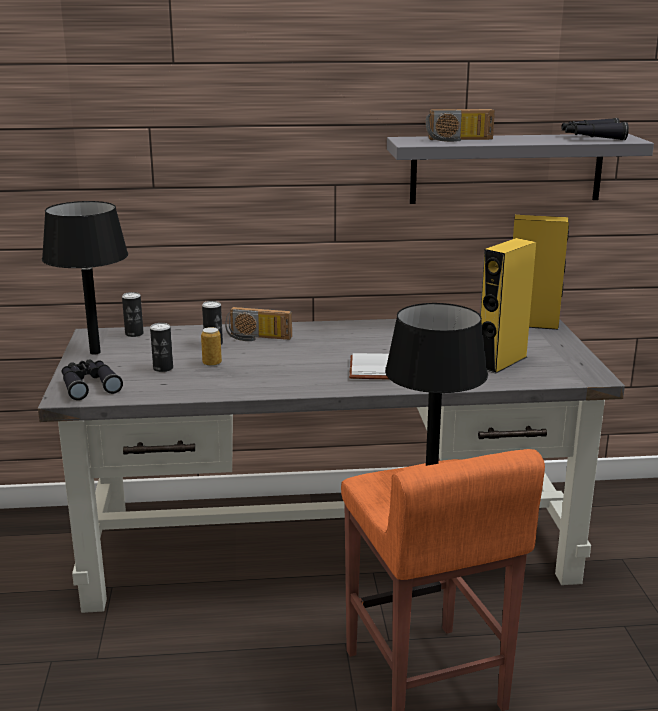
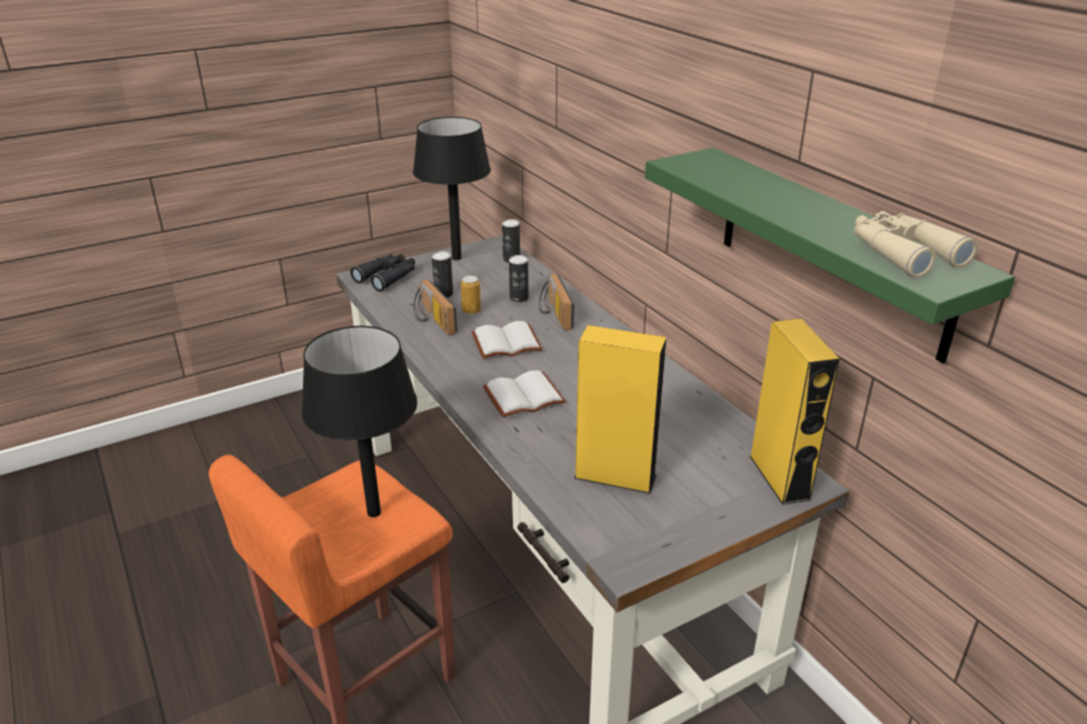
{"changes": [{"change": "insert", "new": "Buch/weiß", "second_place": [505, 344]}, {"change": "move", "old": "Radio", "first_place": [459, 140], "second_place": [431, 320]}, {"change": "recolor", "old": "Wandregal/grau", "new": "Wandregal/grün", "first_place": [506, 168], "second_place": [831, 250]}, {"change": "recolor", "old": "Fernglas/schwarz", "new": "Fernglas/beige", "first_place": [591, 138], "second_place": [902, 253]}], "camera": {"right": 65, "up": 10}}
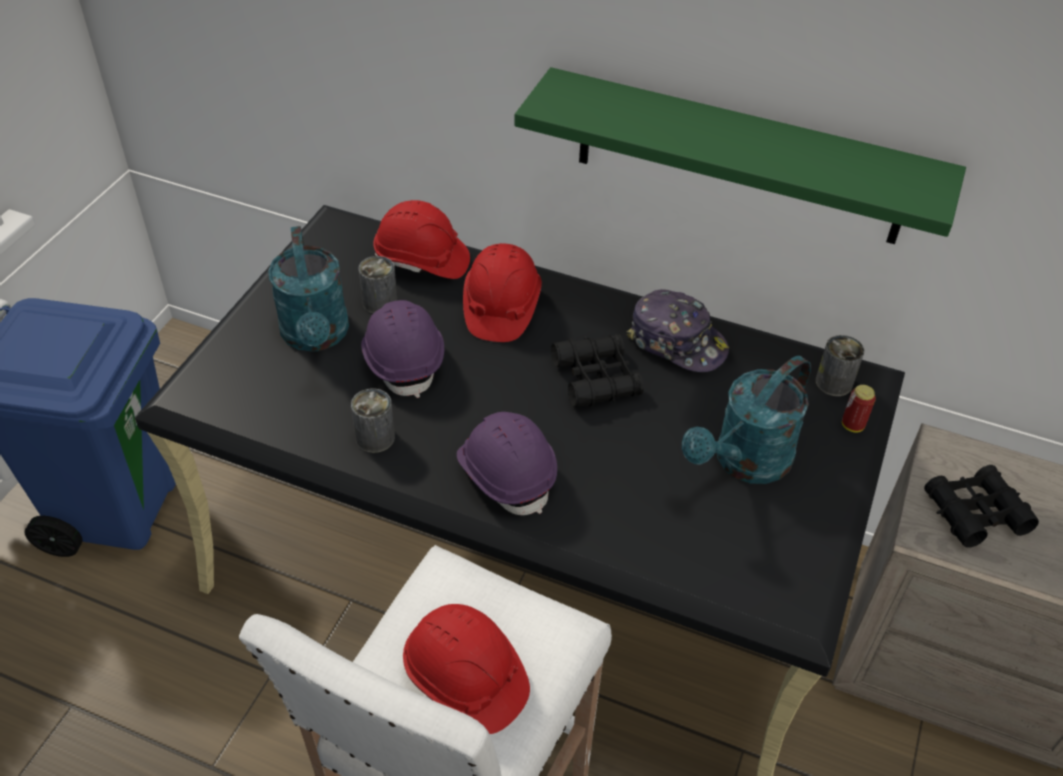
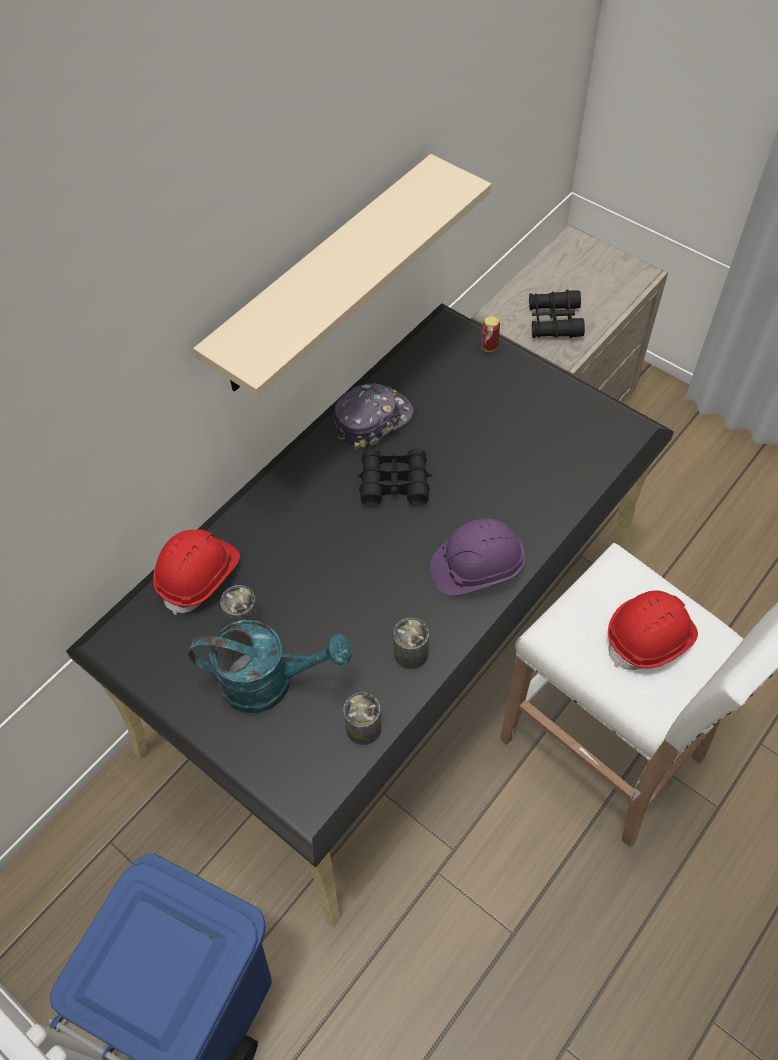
{"changes": [{"change": "delete", "old": "Schutzhelm/lila", "first_place": [404, 360]}, {"change": "delete", "old": "Schutzhelm/rot", "first_place": [501, 308]}, {"change": "delete", "old": "Gießkanne/türkis", "first_place": [744, 463]}, {"change": "move", "old": "Dose", "first_place": [834, 382], "second_place": [363, 728]}, {"change": "recolor", "old": "Wandregal/grün", "new": "Wandregal/beige", "first_place": [740, 158], "second_place": [323, 277]}], "camera": {"right": -70, "up": 10}}
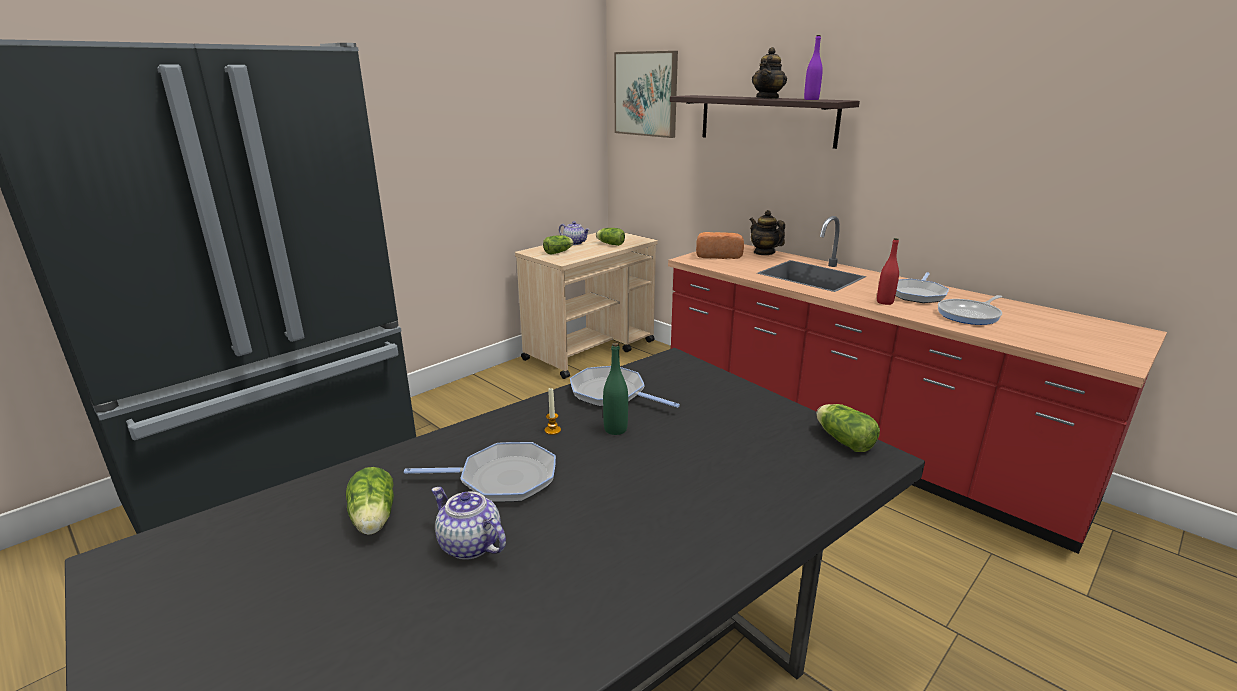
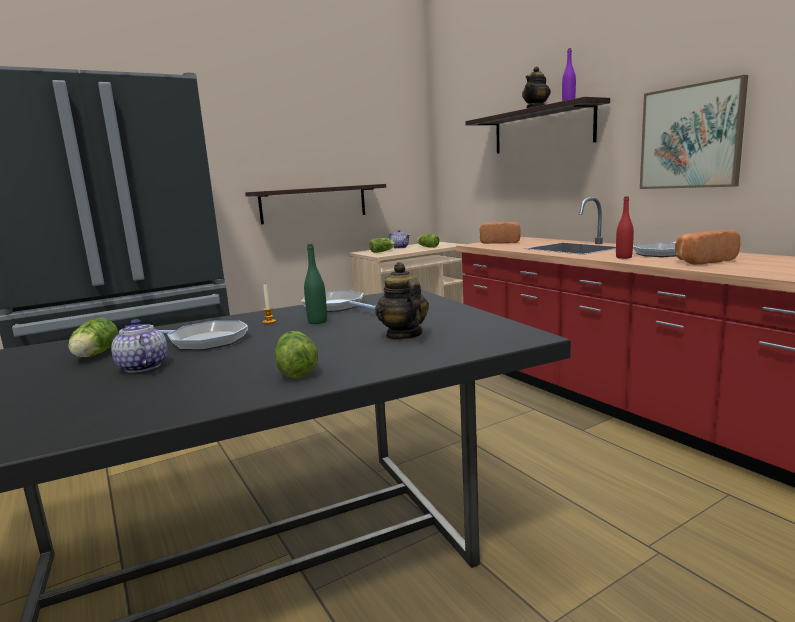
{"changes": [{"change": "insert", "new": "Wandregal", "second_place": [314, 203]}, {"change": "move", "old": "Bild", "first_place": [646, 94], "second_place": [690, 137]}, {"change": "move", "old": "Teekanne", "first_place": [764, 252], "second_place": [403, 335]}, {"change": "move", "old": "Salatkopf", "first_place": [842, 439], "second_place": [297, 369]}, {"change": "replace", "old": "Pfanne", "new": "Brot", "first_place": [970, 315], "second_place": [702, 261]}], "camera": {"right": 15, "up": -10}}
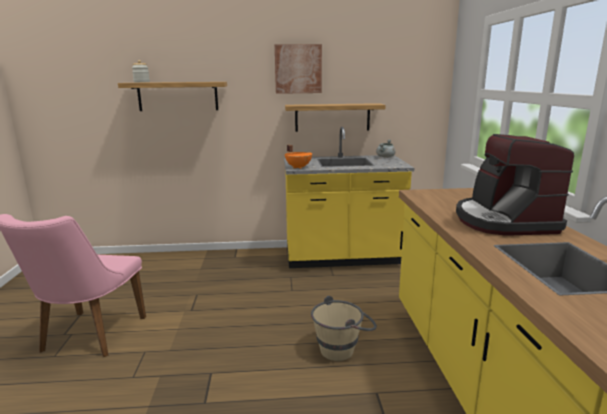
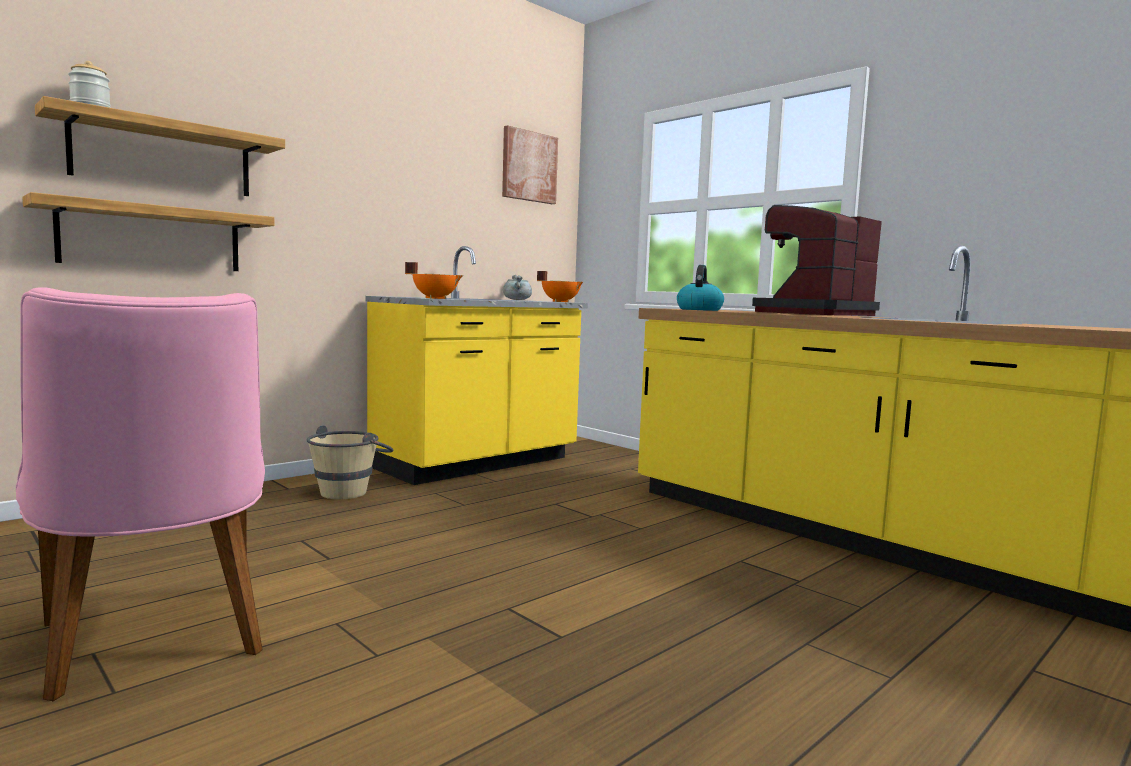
{"changes": [{"change": "insert", "new": "Kochtopf/orange", "second_place": [561, 301]}, {"change": "insert", "new": "Wasserkessel", "second_place": [699, 309]}, {"change": "move", "old": "Bild", "first_place": [298, 69], "second_place": [529, 166]}, {"change": "move", "old": "Wandregal", "first_place": [332, 117], "second_place": [152, 238]}, {"change": "move", "old": "Eimer/beige", "first_place": [343, 348], "second_place": [350, 490]}, {"change": "rotate", "old": "Kaffeemaschine", "first_place": [503, 221], "second_place": [811, 314], "degrees": 90}], "camera": {"right": -40, "up": -10}}
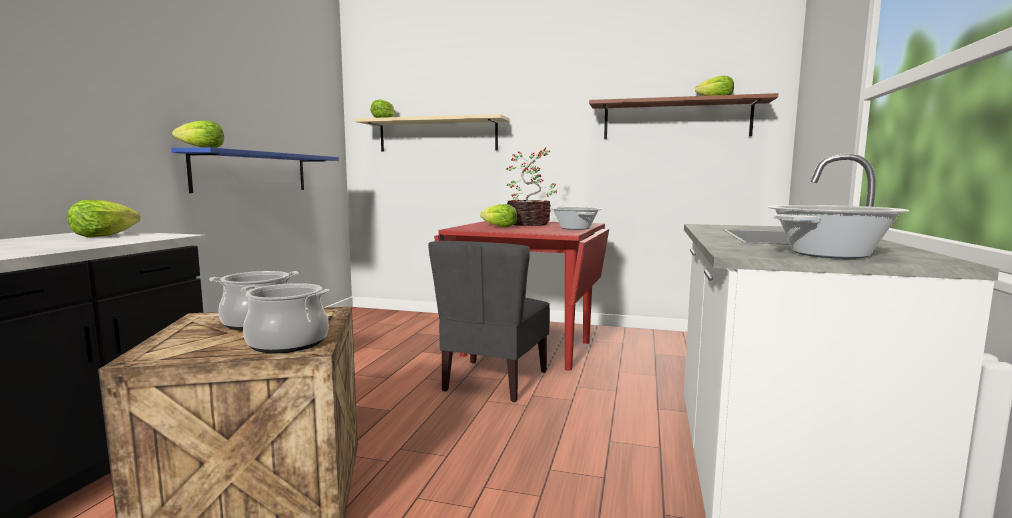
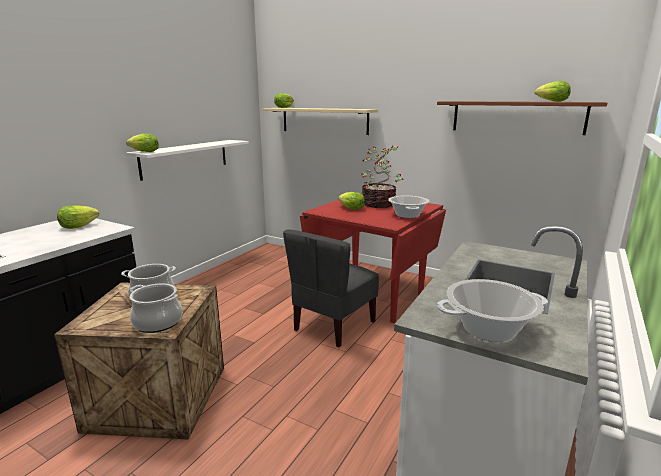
{"changes": [{"change": "recolor", "old": "Wandregal/blau", "new": "Wandregal/weiß", "first_place": [253, 172], "second_place": [185, 158]}], "camera": {"right": 15, "up": 10}}
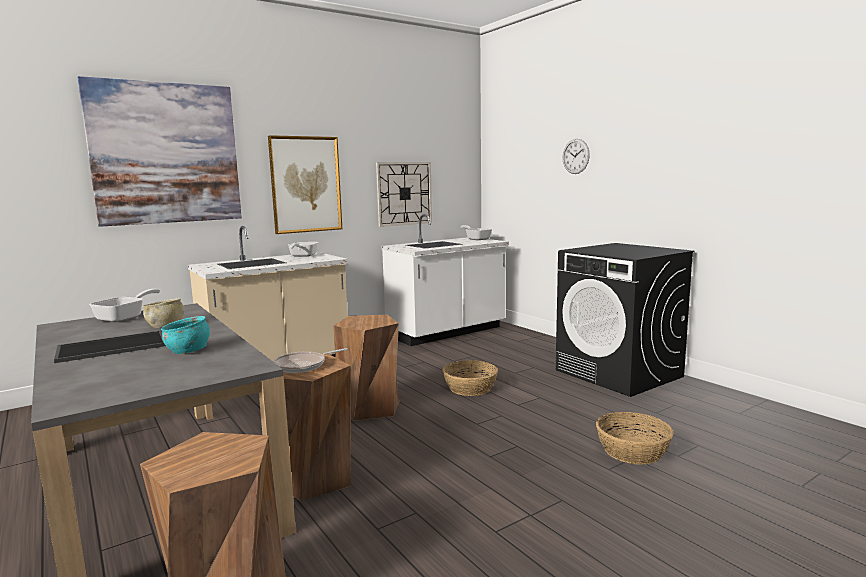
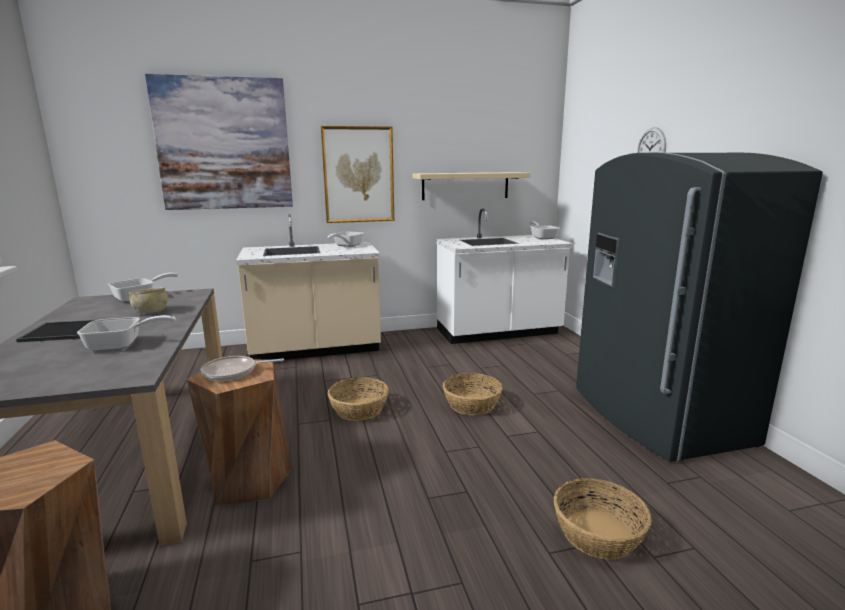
{"changes": [{"change": "replace", "old": "Schüssel/türkis", "new": "Pfanne", "first_place": [188, 350], "second_place": [121, 345]}, {"change": "replace", "old": "Hocker/braun", "new": "Korb", "first_place": [370, 408], "second_place": [359, 409]}, {"change": "replace", "old": "Wanduhr", "new": "Wandregal/beige", "first_place": [404, 193], "second_place": [465, 186]}, {"change": "replace", "old": "Waschmaschine/schwarz", "new": "Kühlschrank/grau", "first_place": [619, 373], "second_place": [656, 417]}], "camera": {"right": 20, "up": 5}}
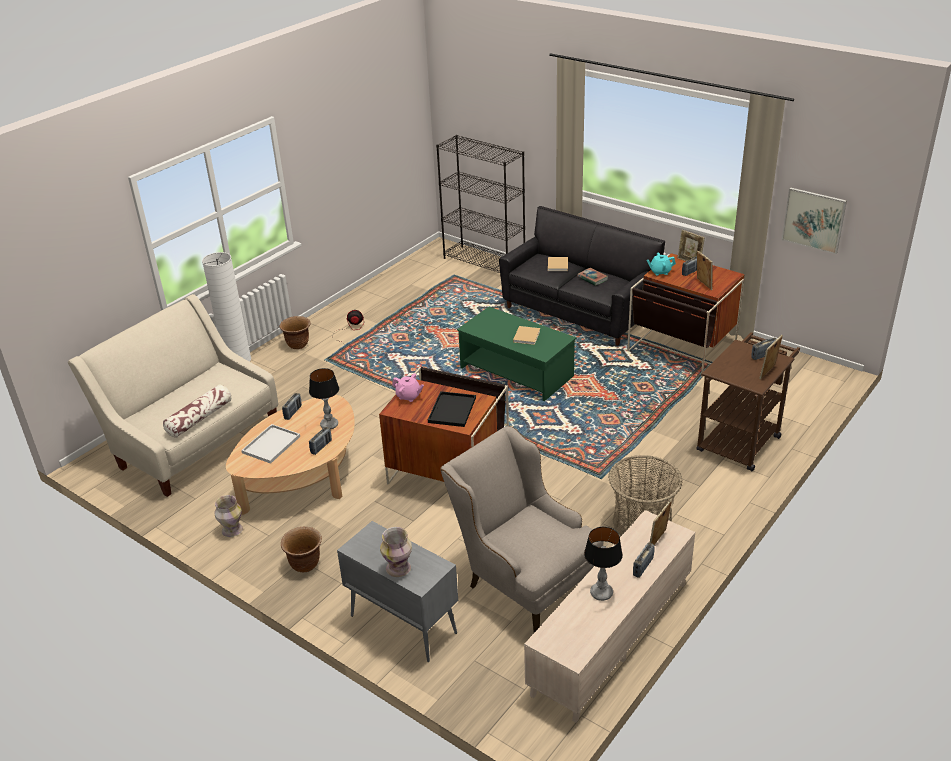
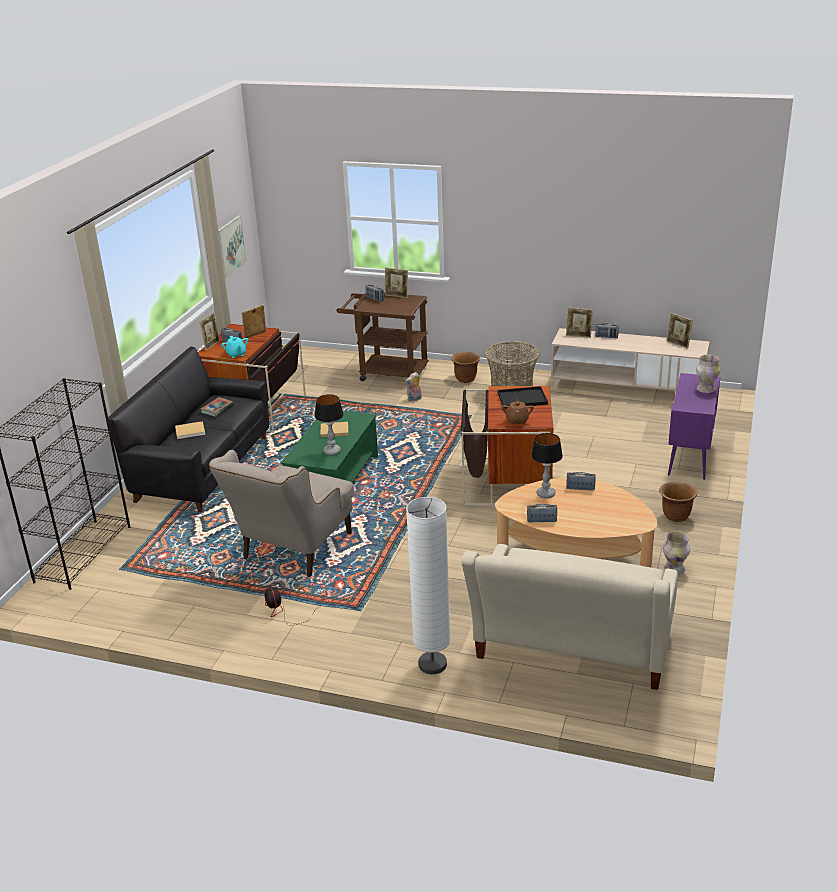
{"changes": [{"change": "delete", "old": "Kissen", "first_place": [199, 418]}, {"change": "delete", "old": "Tablett/weiß", "first_place": [271, 445]}, {"change": "insert", "new": "Plüschtier", "second_place": [414, 399]}, {"change": "insert", "new": "Bilderrahmen", "second_place": [678, 344]}, {"change": "move", "old": "Pflanzkübel/braun", "first_place": [298, 344], "second_place": [465, 379]}, {"change": "move", "old": "Sessel/beige", "first_place": [523, 580], "second_place": [291, 552]}, {"change": "move", "old": "Tischlampe", "first_place": [601, 593], "second_place": [332, 451]}, {"change": "recolor", "old": "Schrank/grau", "new": "Schrank/lila", "first_place": [402, 624], "second_place": [690, 458]}, {"change": "recolor", "old": "Teekanne/rosa", "new": "Teekanne/braun", "first_place": [408, 396], "second_place": [517, 421]}], "camera": {"right": -110, "up": -5}}
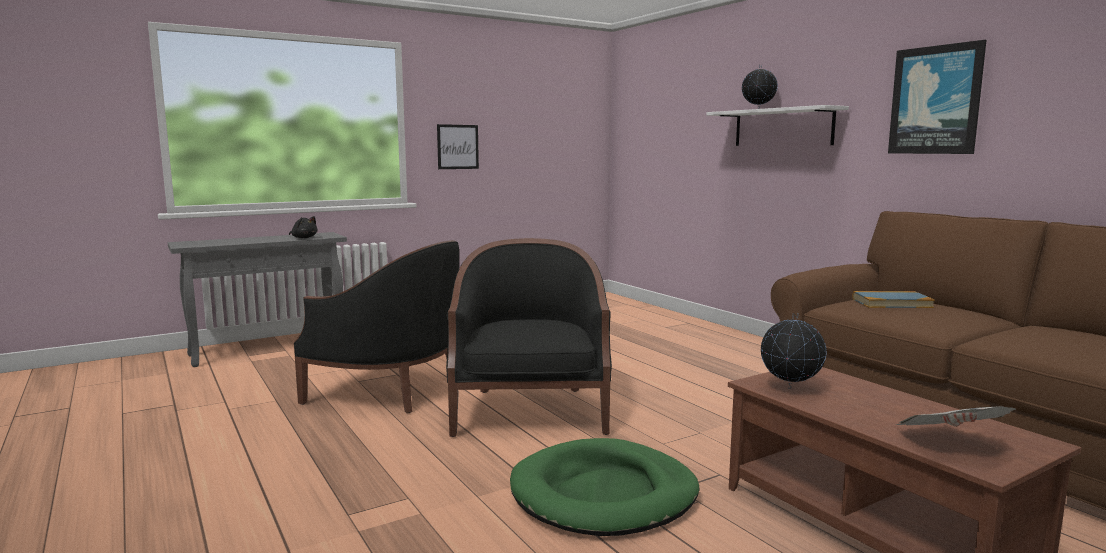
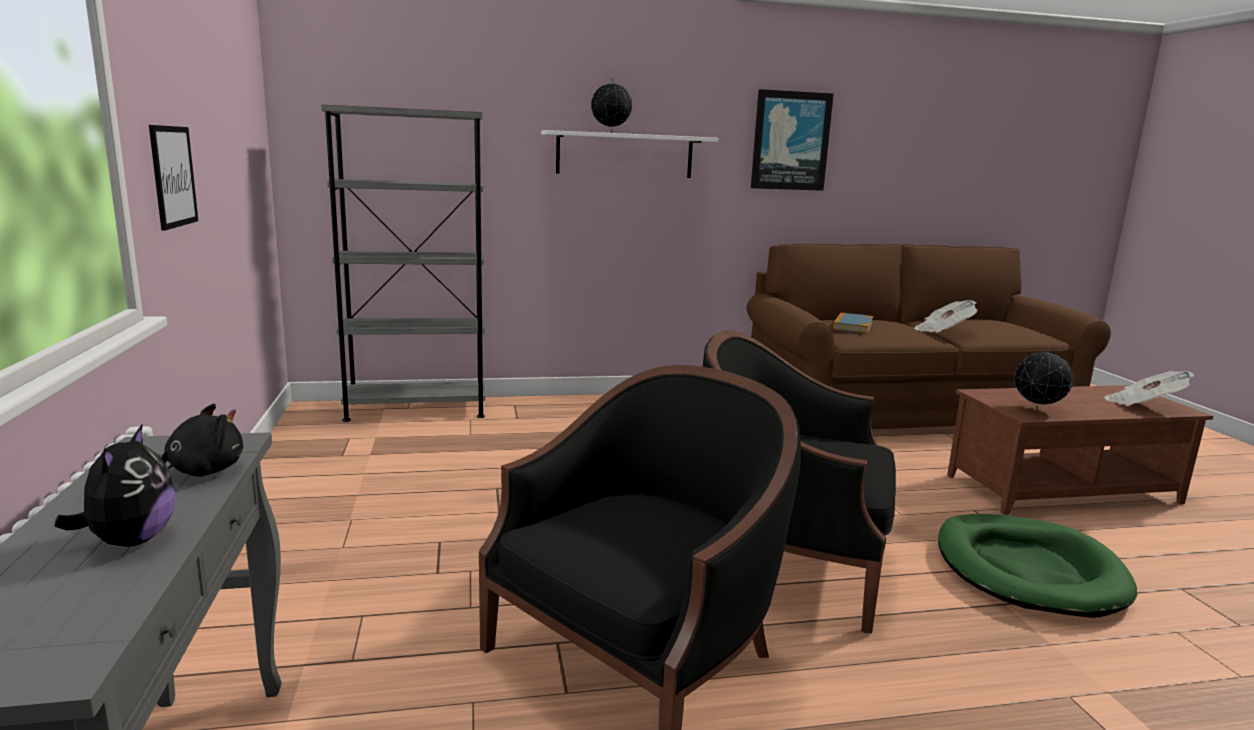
{"changes": [{"change": "insert", "new": "Plüschtier", "second_place": [130, 541]}, {"change": "insert", "new": "Bücherregal/grau", "second_place": [416, 409]}, {"change": "insert", "new": "Zeitung", "second_place": [943, 331]}], "camera": {"right": -70, "up": 5}}
